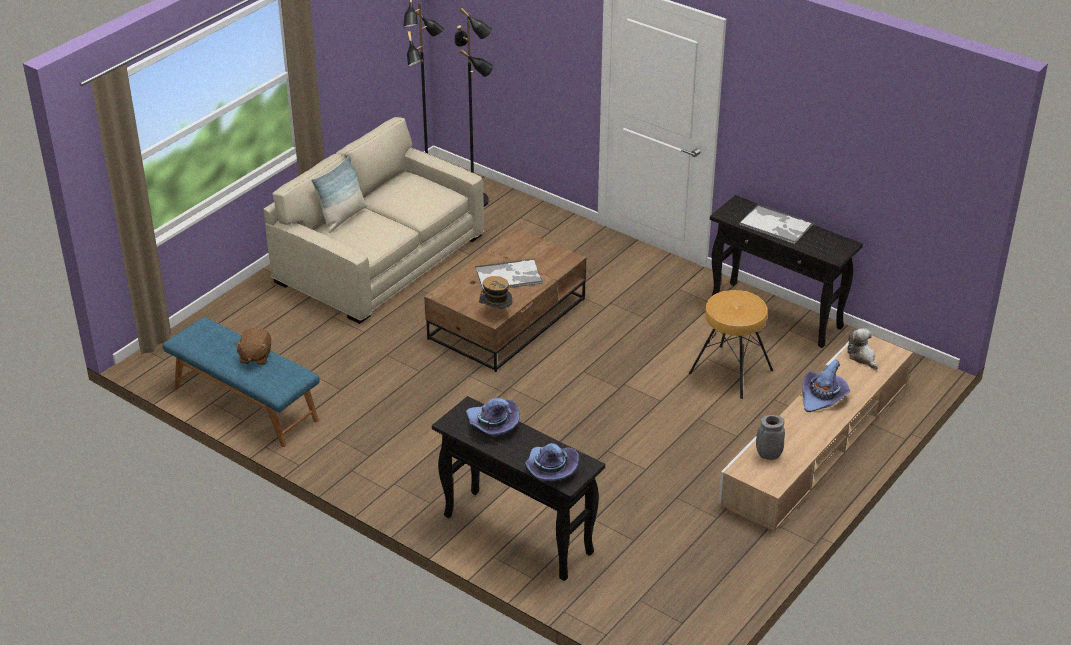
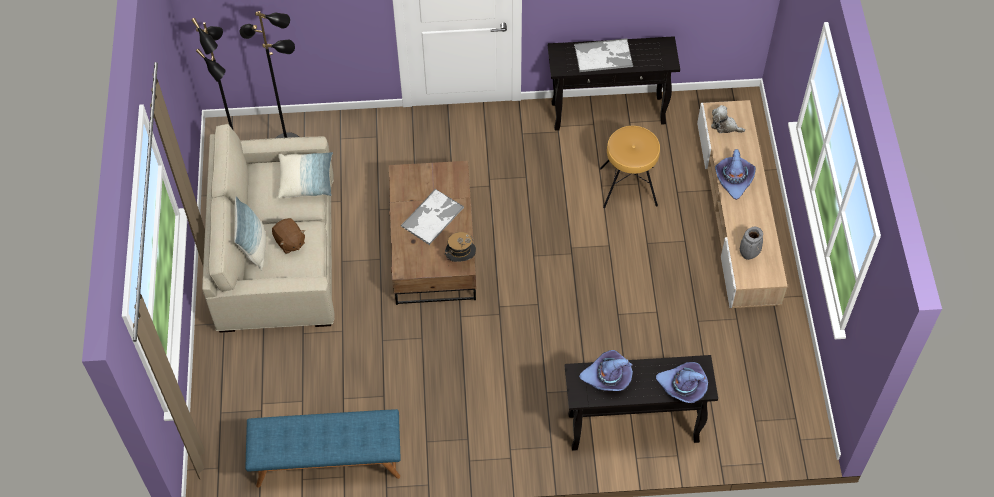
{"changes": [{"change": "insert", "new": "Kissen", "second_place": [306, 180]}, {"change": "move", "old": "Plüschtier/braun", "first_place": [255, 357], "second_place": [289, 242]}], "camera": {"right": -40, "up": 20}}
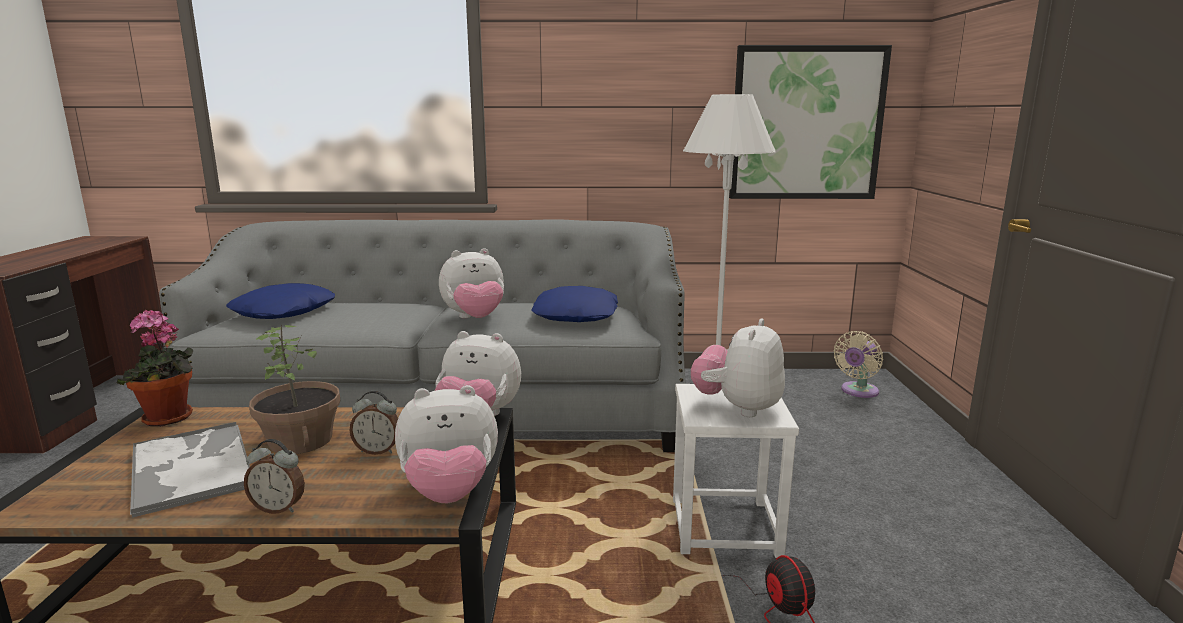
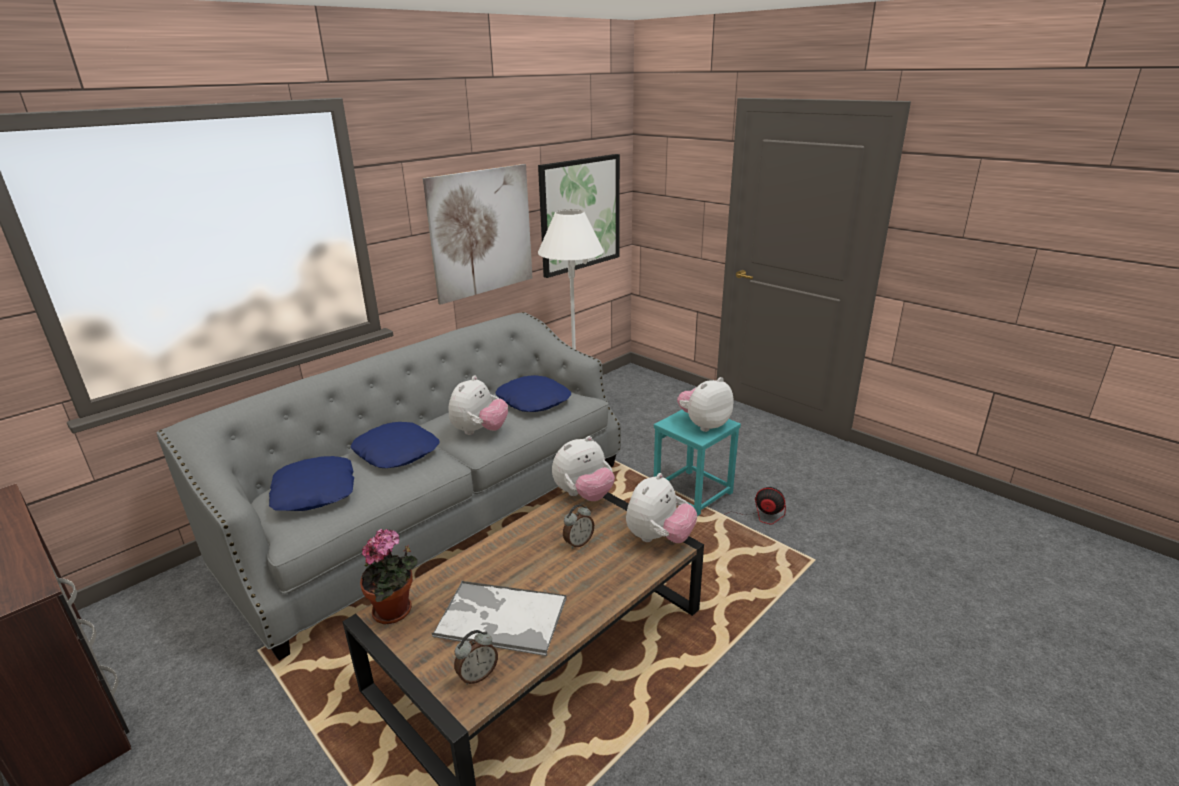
{"changes": [{"change": "delete", "old": "Topfpflanze", "first_place": [301, 440]}, {"change": "delete", "old": "Ventilator/beige", "first_place": [857, 391]}, {"change": "insert", "new": "Kissen/blau", "second_place": [397, 452]}, {"change": "insert", "new": "Bild", "second_place": [481, 232]}, {"change": "move", "old": "Wecker", "first_place": [279, 508], "second_place": [477, 675]}, {"change": "recolor", "old": "Hocker/weiß", "new": "Hocker/türkis", "first_place": [724, 528], "second_place": [693, 493]}, {"change": "rotate", "old": "Plüschtier", "first_place": [738, 408], "second_place": [703, 425], "degrees": 75}], "camera": {"right": -45, "up": 10}}
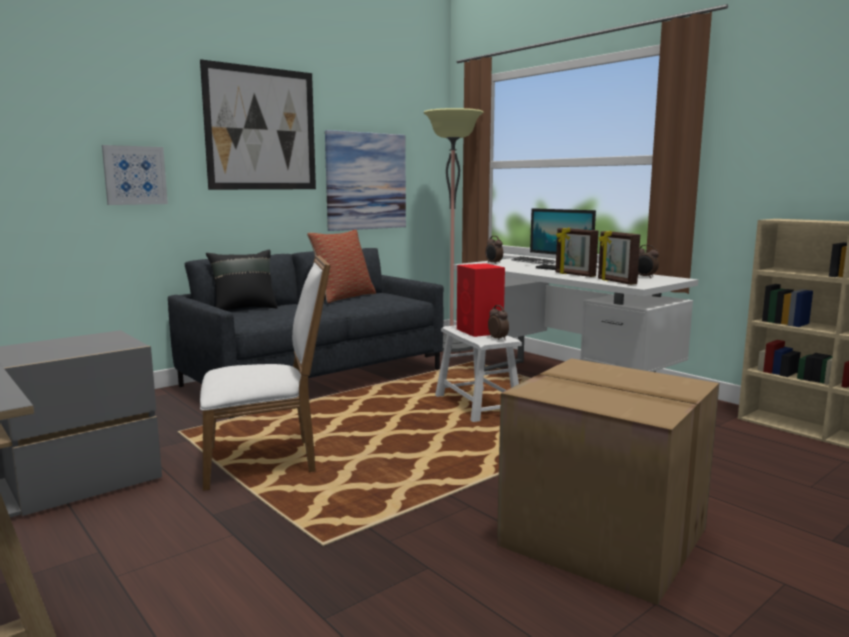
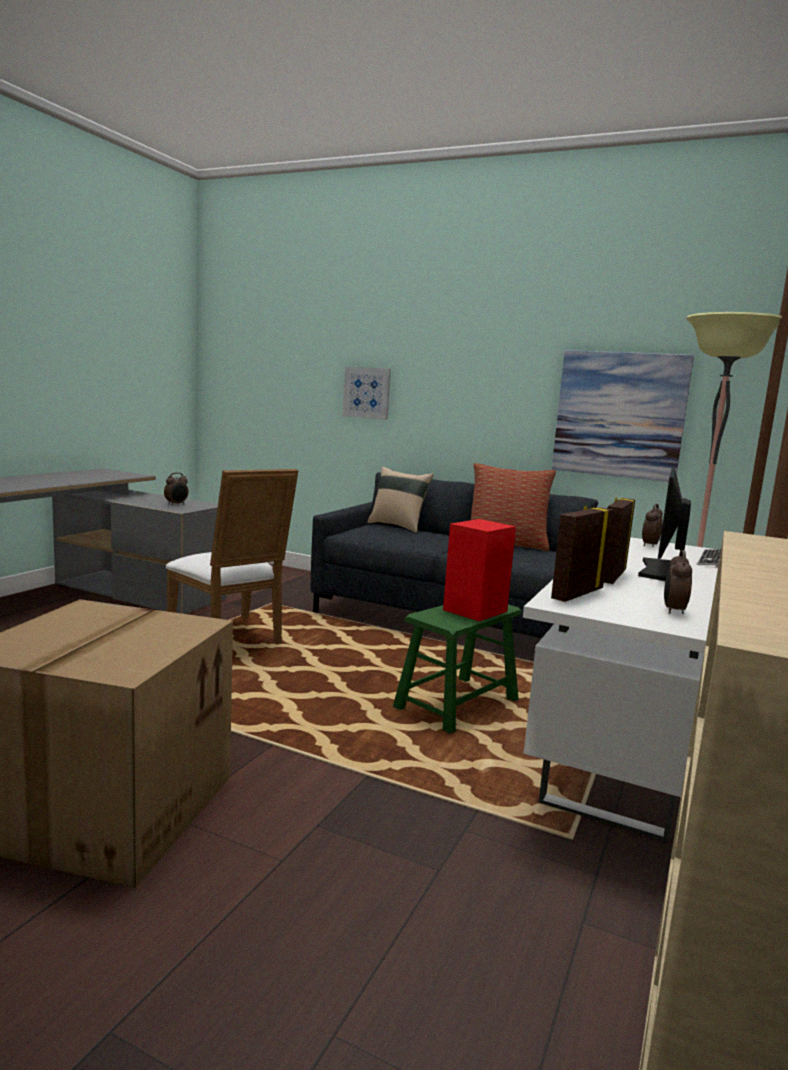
{"changes": [{"change": "delete", "old": "Bild", "first_place": [261, 129]}, {"change": "move", "old": "Wecker", "first_place": [498, 339], "second_place": [176, 504]}, {"change": "recolor", "old": "Kissen/schwarz", "new": "Kissen/beige", "first_place": [244, 309], "second_place": [398, 526]}, {"change": "recolor", "old": "Hocker/weiß", "new": "Hocker/grün", "first_place": [477, 405], "second_place": [456, 704]}], "camera": {"right": 65, "up": 0}}
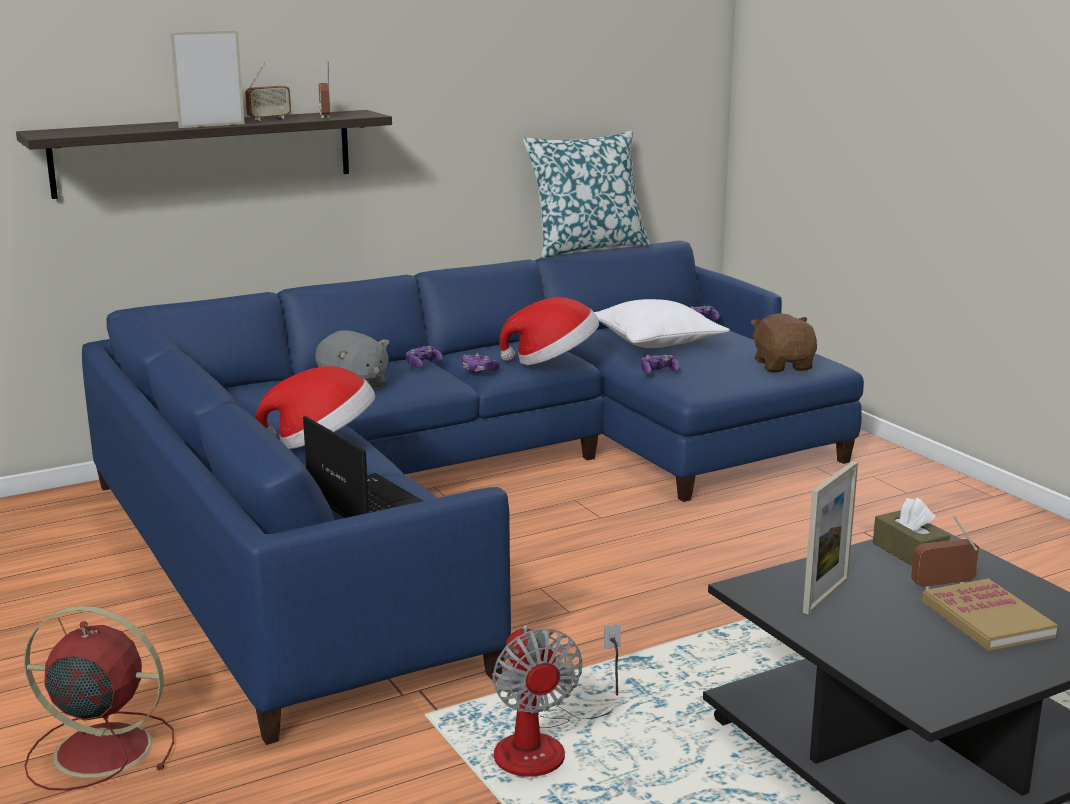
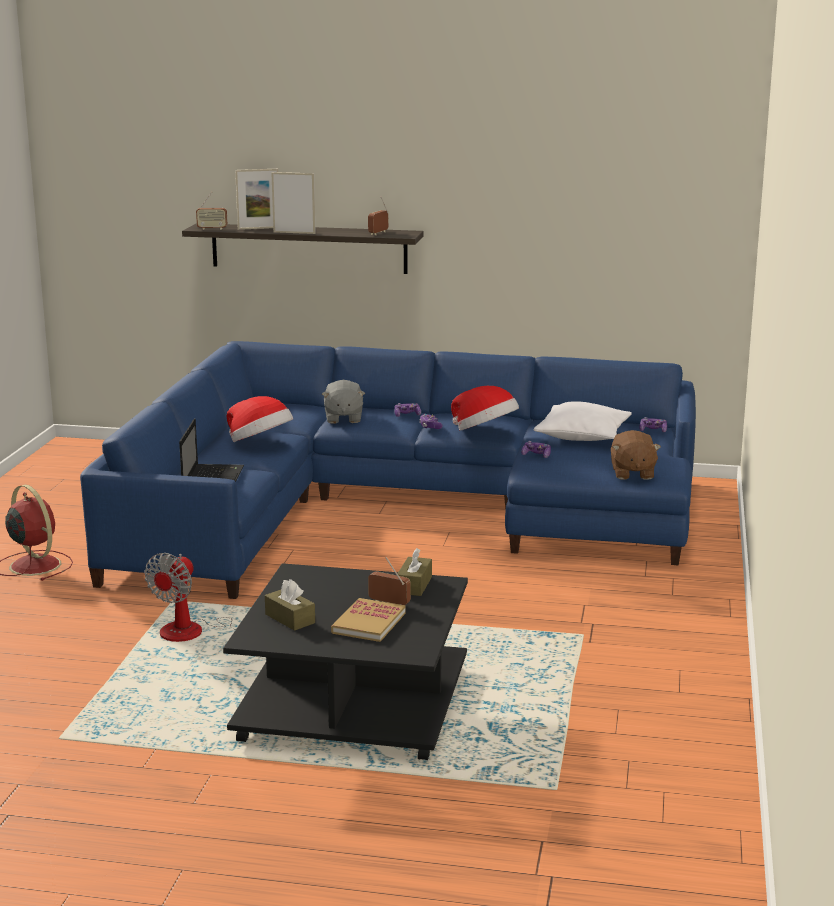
{"changes": [{"change": "delete", "old": "Kissen", "first_place": [587, 248]}, {"change": "insert", "new": "Taschentuchbox/braun", "second_place": [290, 618]}, {"change": "move", "old": "Radio", "first_place": [269, 119], "second_place": [212, 229]}, {"change": "move", "old": "Bilderrahmen", "first_place": [825, 595], "second_place": [258, 228]}, {"change": "rotate", "old": "Plüschtier/braun", "first_place": [783, 366], "second_place": [632, 473], "degrees": 150}], "camera": {"right": 40, "up": 0}}
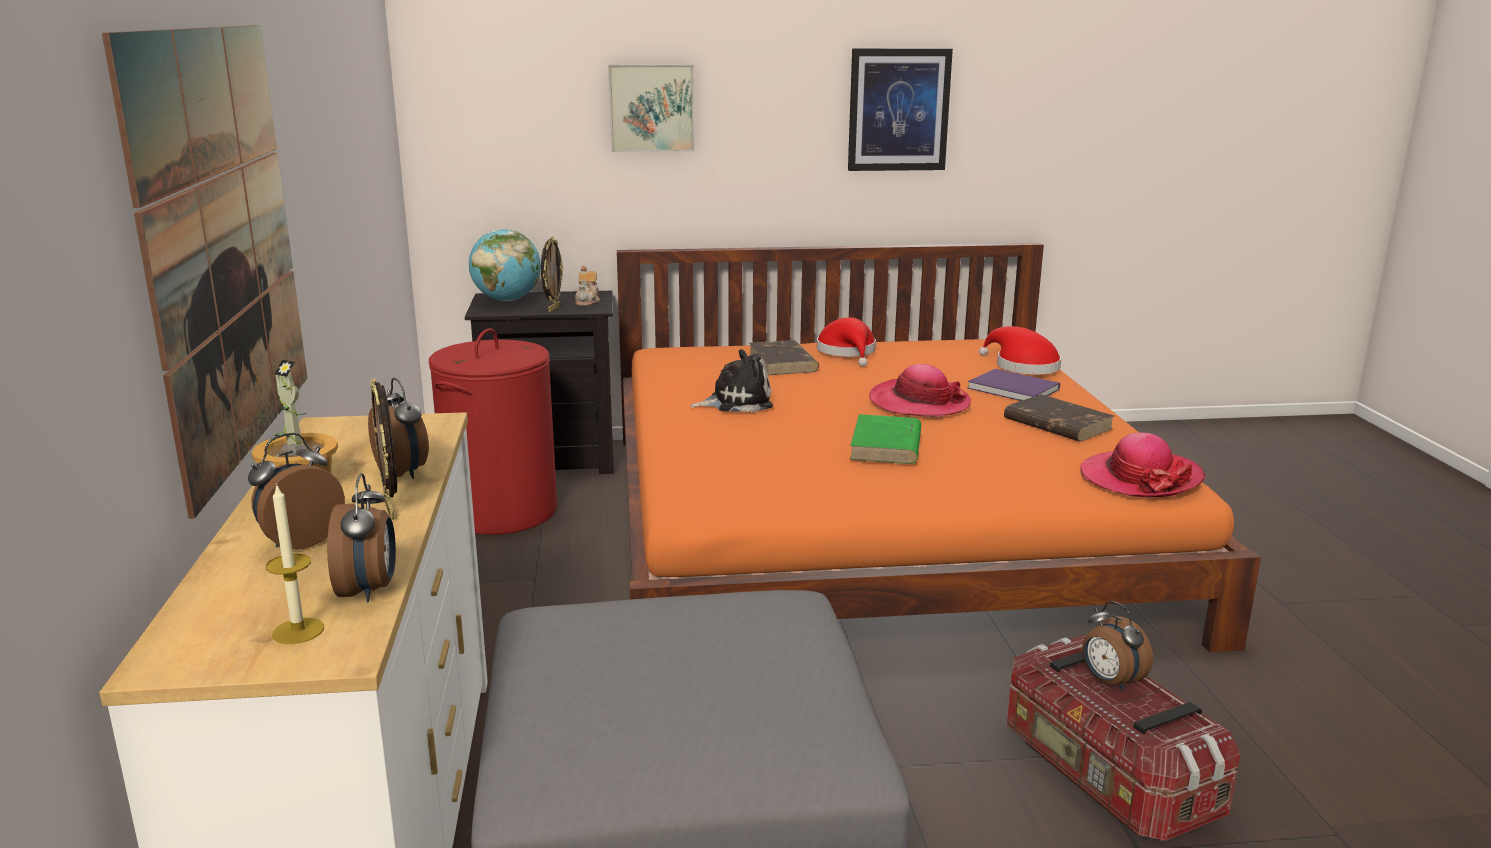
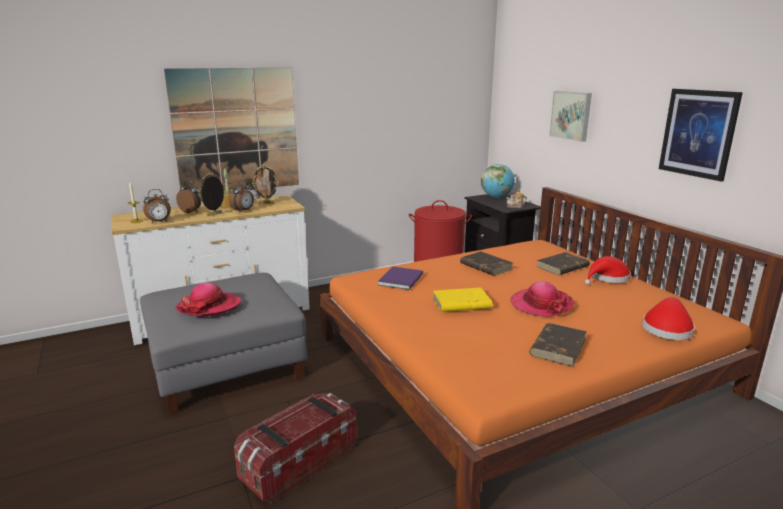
{"changes": [{"change": "delete", "old": "Wecker", "first_place": [1110, 682]}, {"change": "move", "old": "Bilderrahmen", "first_place": [553, 309], "second_place": [267, 203]}, {"change": "move", "old": "Buch/lila", "first_place": [1012, 388], "second_place": [402, 279]}, {"change": "move", "old": "Hut", "first_place": [1140, 478], "second_place": [209, 306]}, {"change": "replace", "old": "Plüschtier", "new": "Buch/braun", "first_place": [736, 402], "second_place": [485, 266]}, {"change": "recolor", "old": "Buch/grün", "new": "Buch/gelb", "first_place": [886, 445], "second_place": [461, 303]}], "camera": {"right": 70, "up": 0}}
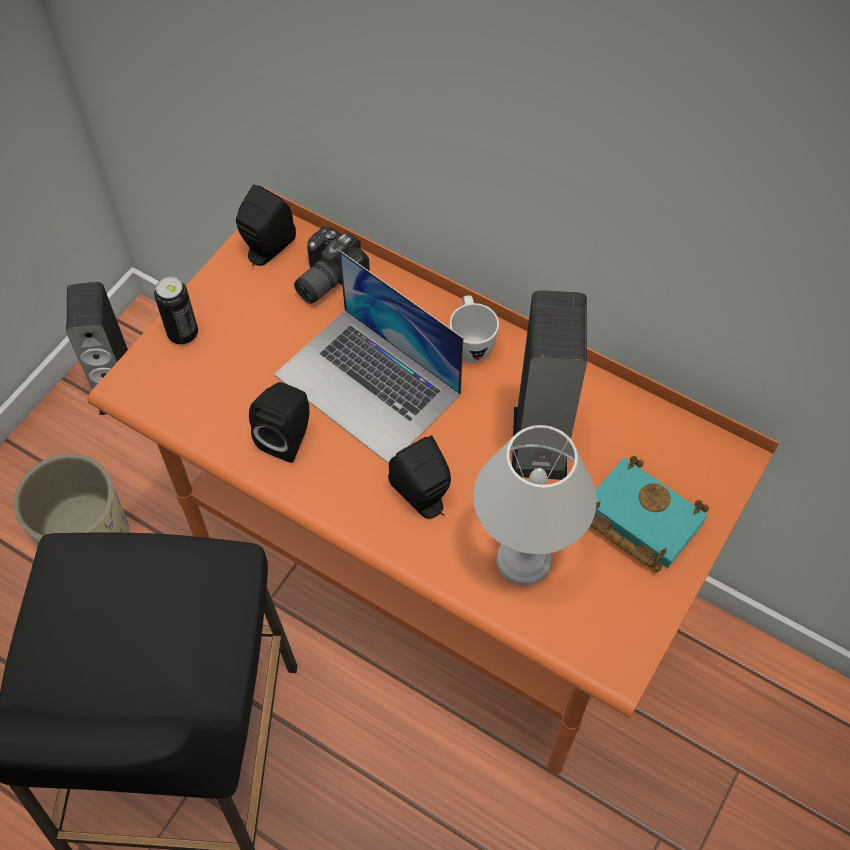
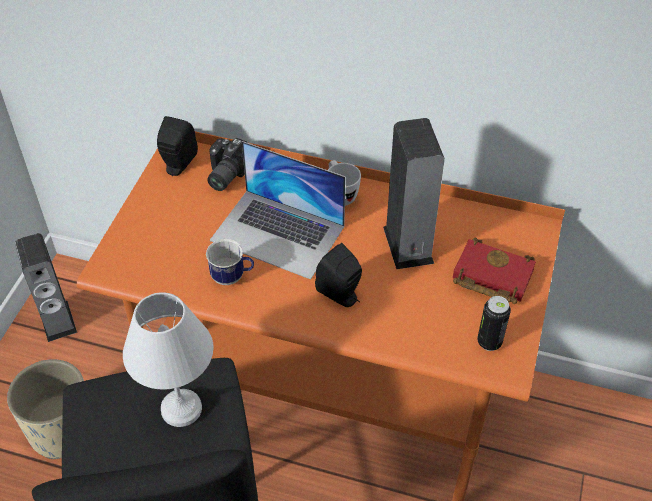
{"changes": [{"change": "move", "old": "Dose", "first_place": [183, 334], "second_place": [489, 342]}, {"change": "move", "old": "Tischlampe/weiß", "first_place": [521, 559], "second_place": [179, 408]}, {"change": "replace", "old": "Lautsprecher/schwarz", "new": "Henkelbecher", "first_place": [288, 437], "second_place": [232, 277]}, {"change": "recolor", "old": "Buch/türkis", "new": "Buch/rot", "first_place": [638, 518], "second_place": [489, 276]}], "camera": {"right": -15, "up": -10}}
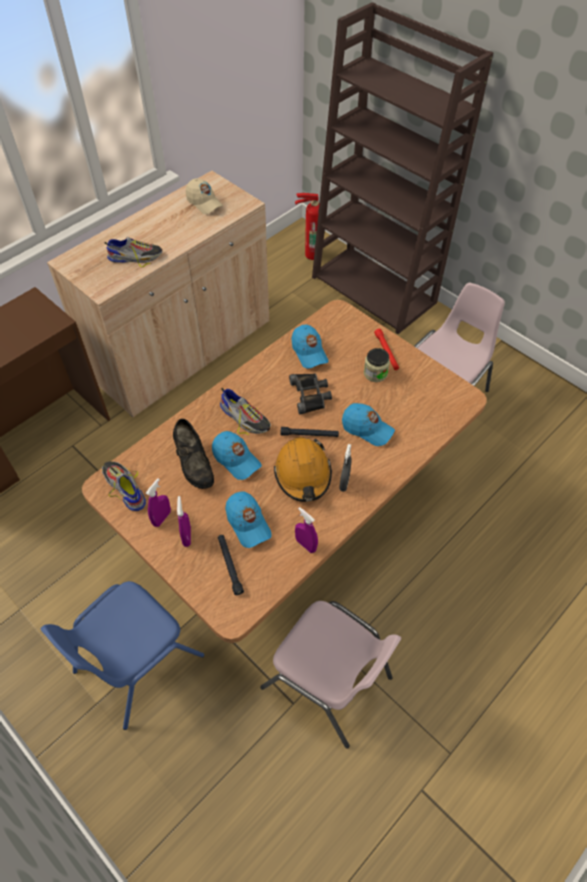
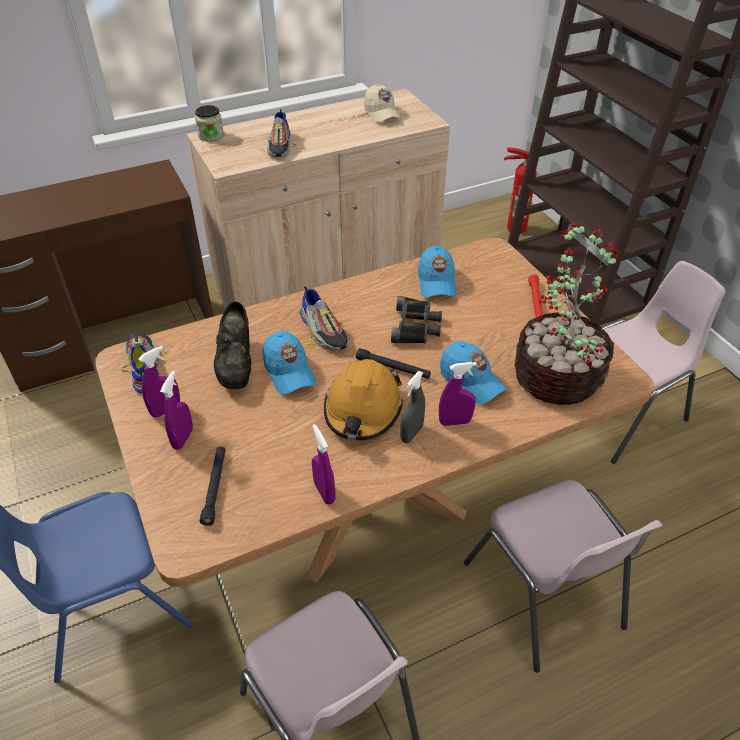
{"changes": [{"change": "delete", "old": "Kappe/blau", "first_place": [248, 523]}, {"change": "insert", "new": "Sprühflasche/lila", "second_place": [455, 422]}, {"change": "insert", "new": "Stuhl/rosa", "second_place": [544, 596]}, {"change": "insert", "new": "Topfpflanze", "second_place": [556, 375]}, {"change": "move", "old": "Vorratsglas", "first_place": [375, 373], "second_place": [211, 136]}, {"change": "rotate", "old": "Schuh", "first_place": [135, 256], "second_place": [280, 145], "degrees": 75}], "camera": {"right": 20, "up": -10}}
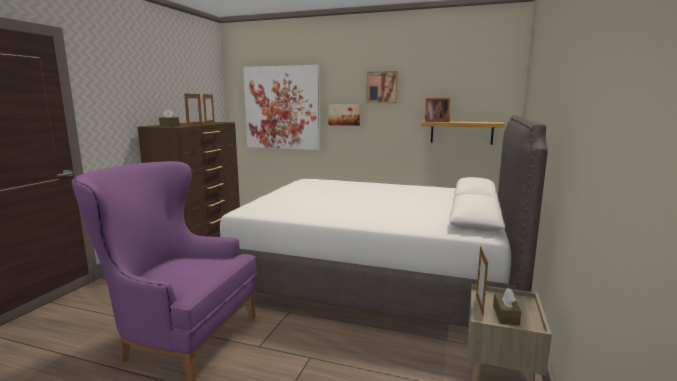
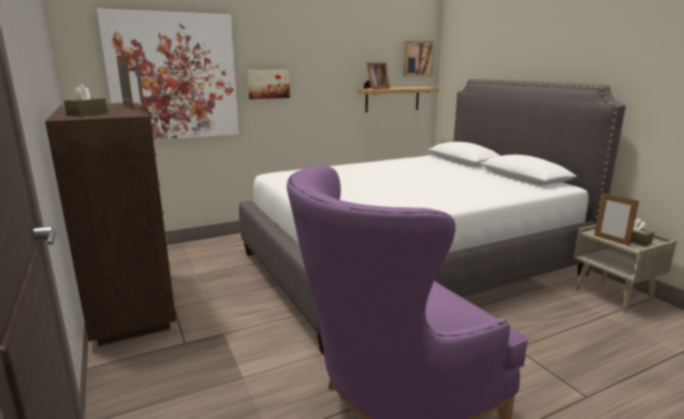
{"changes": [{"change": "move", "old": "Bild", "first_place": [382, 87], "second_place": [417, 59]}], "camera": {"right": -45, "up": 5}}
